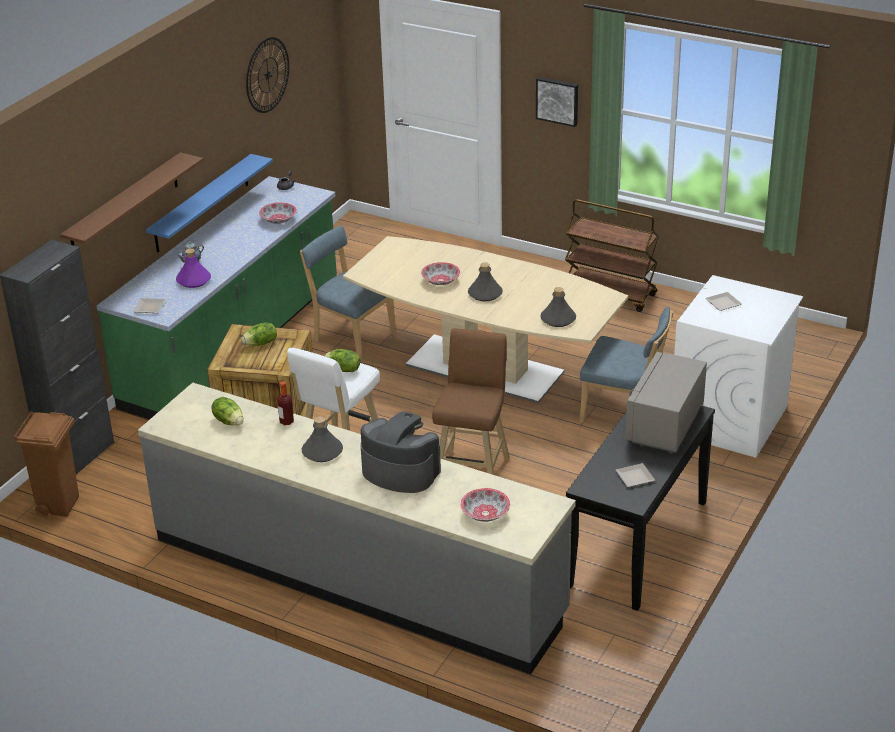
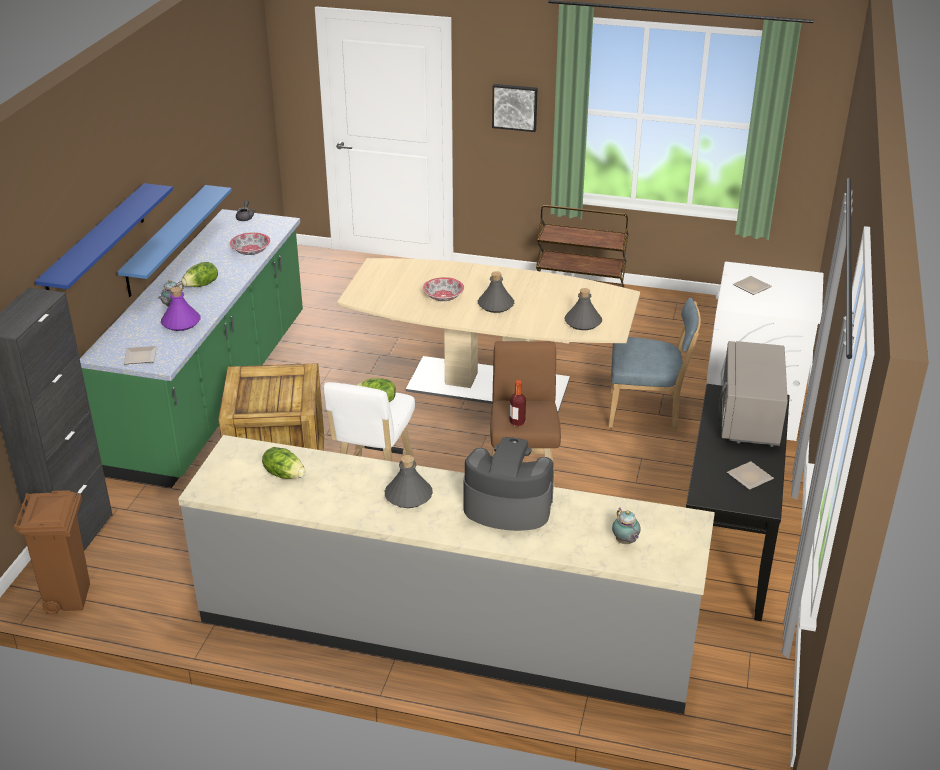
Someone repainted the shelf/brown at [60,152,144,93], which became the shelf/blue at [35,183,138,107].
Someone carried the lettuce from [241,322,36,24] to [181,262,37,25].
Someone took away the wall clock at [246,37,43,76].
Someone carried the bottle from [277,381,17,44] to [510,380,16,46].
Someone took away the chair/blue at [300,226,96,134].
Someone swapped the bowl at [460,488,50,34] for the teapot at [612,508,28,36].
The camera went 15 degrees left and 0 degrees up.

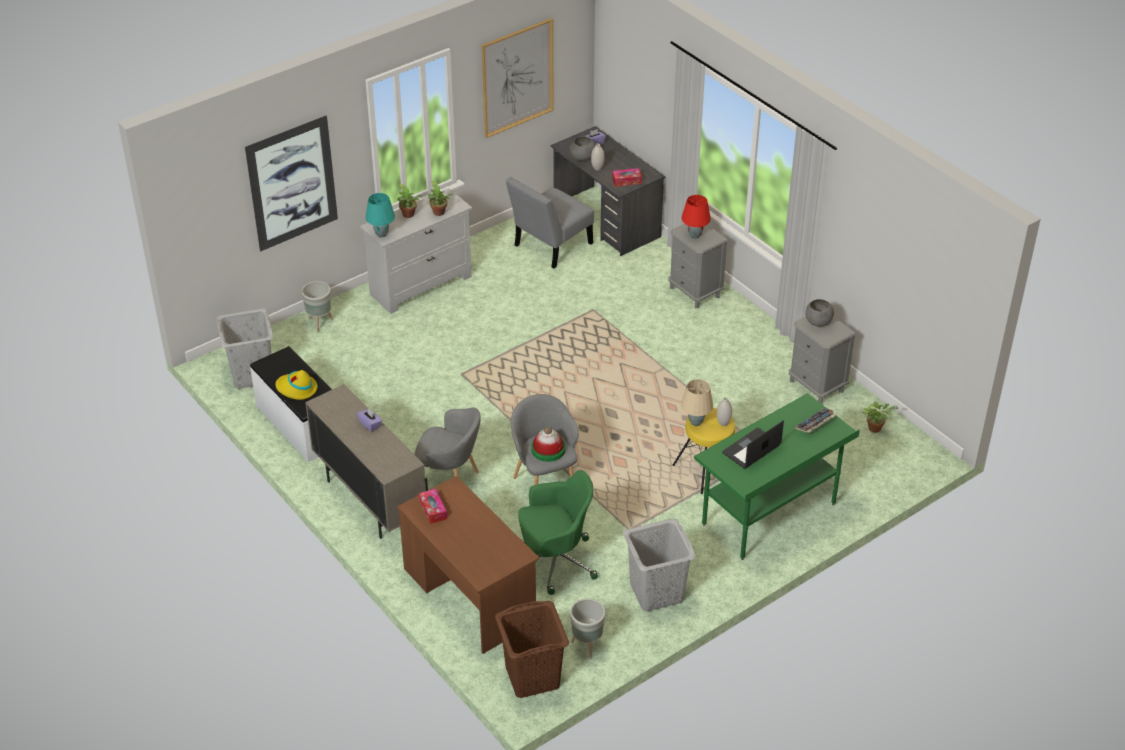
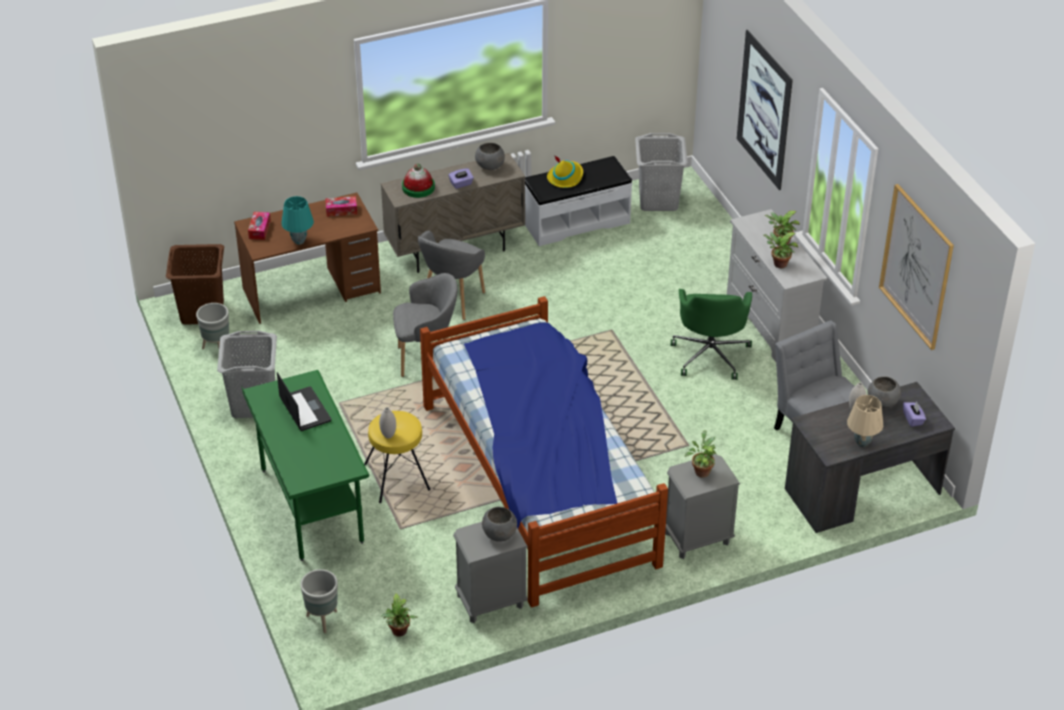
Someone carried the planter/grey from [301,281,32,51] to [300,569,38,64].
Someone carried the table lamp/turquoise from [366,193,29,45] to [281,196,33,49].
Someone carried the office chair/green from [518,470,80,125] to [671,289,81,91].
Someone carried the hat from [531,427,34,35] to [402,163,33,35].
Someone carried the tissue box from [612,168,30,19] to [248,212,23,28].
Someone carried the table lamp/beige from [681,379,32,47] to [847,395,36,52].
Someone swapped the table lamp/red at [682,195,29,44] for the potted plant at [685,430,32,48].
Someone took away the keyboard at [795,408,43,25].
Someone put down the bed at [420,296,248,312].
Someone put down the bowl/grey at [475,143,30,27].
The camera went 105 degrees right and 0 degrees up.

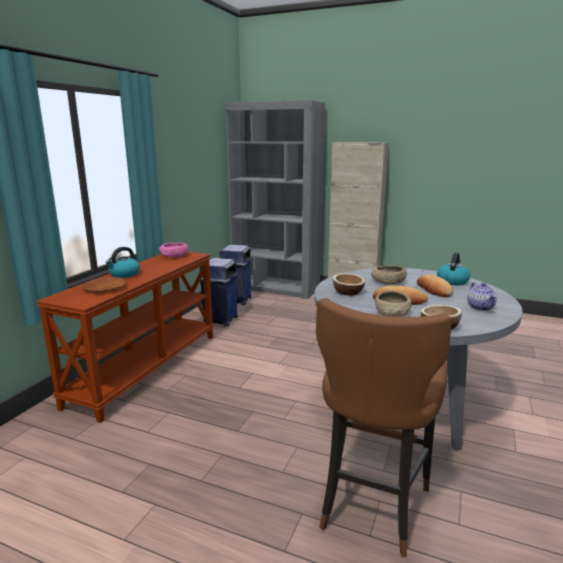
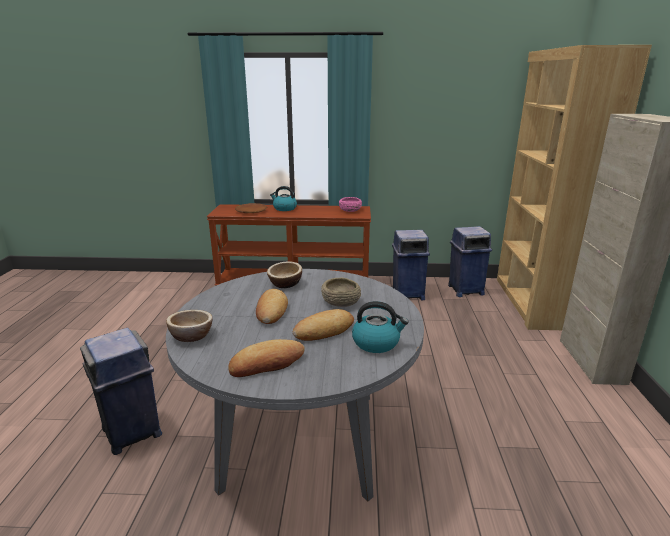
Someone repainted the bookcase/grey at [225,100,100,199], which became the bookcase/brown at [497,45,155,285].
Someone swapped the stool/brown at [316,298,135,259] for the trash can/blue at [80,328,82,127].
Someone took away the bowl/beige at [375,291,37,26].
Someone swapped the teapot at [467,282,30,29] for the bread at [228,339,77,38].
The camera went 70 degrees right and 5 degrees up.

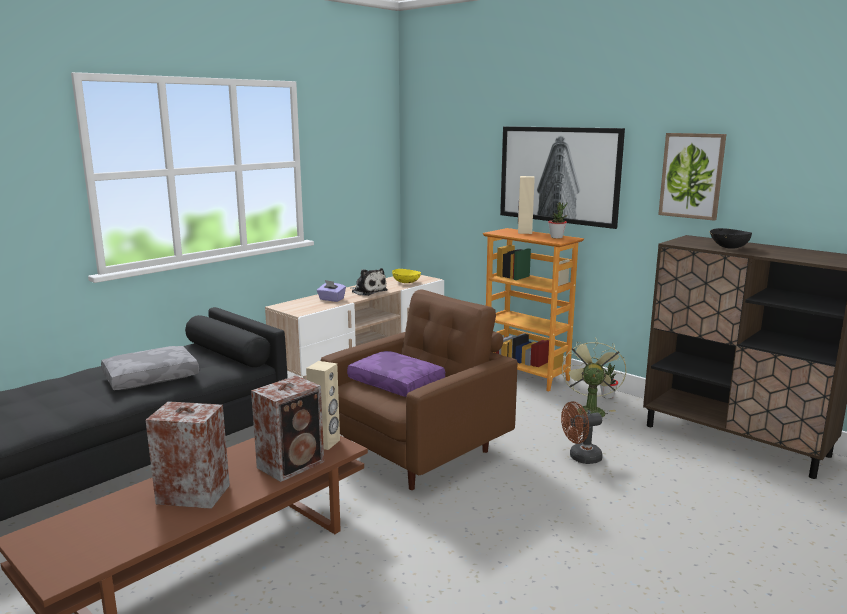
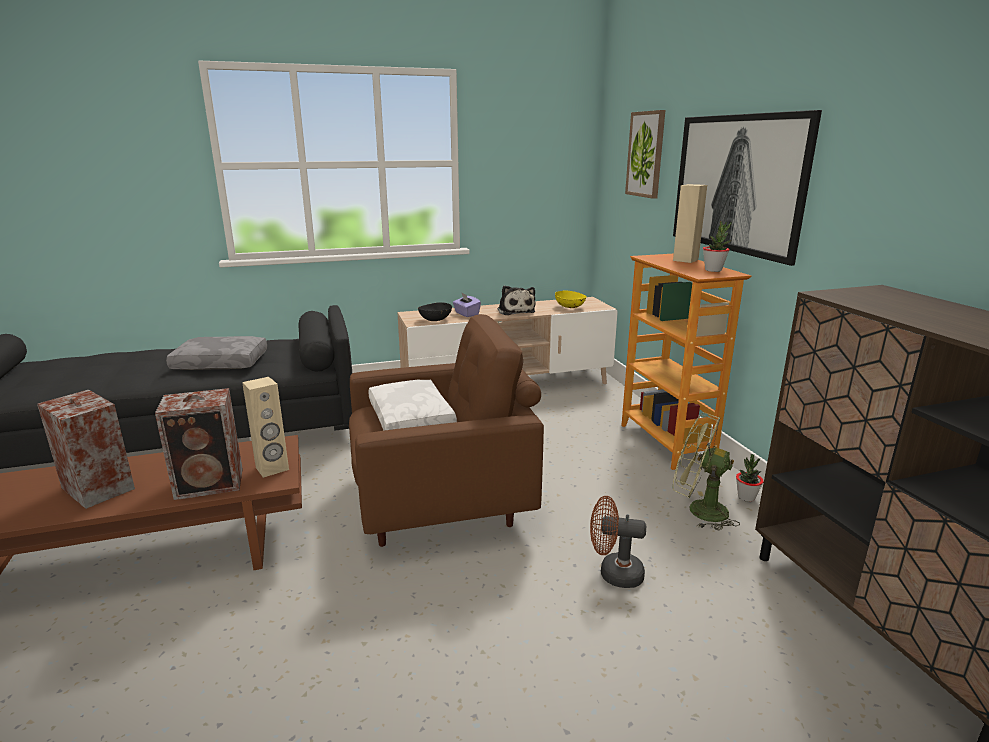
Someone repainted the pillow/purple at [347,351,98,46], which became the pillow/white at [368,380,89,51].
Someone rotated the fan/green at [562,338,64,79] by 105 degrees counterclockwise.
Someone carried the picture from [658,133,68,88] to [625,110,40,89].
Someone carried the bowl/black from [709,228,43,21] to [418,302,34,19].
The camera went 30 degrees right and 5 degrees up.

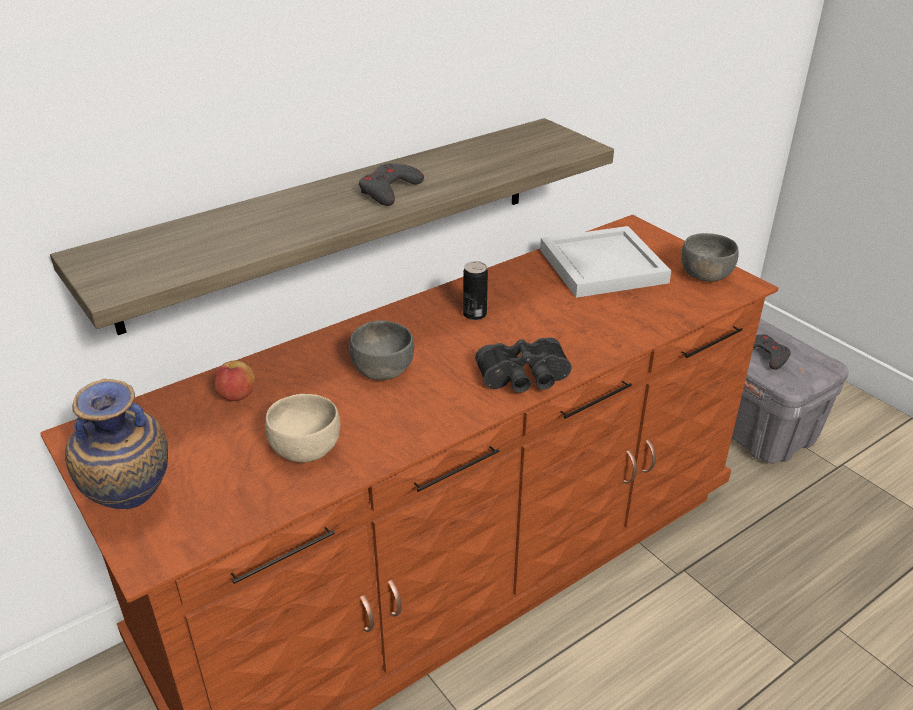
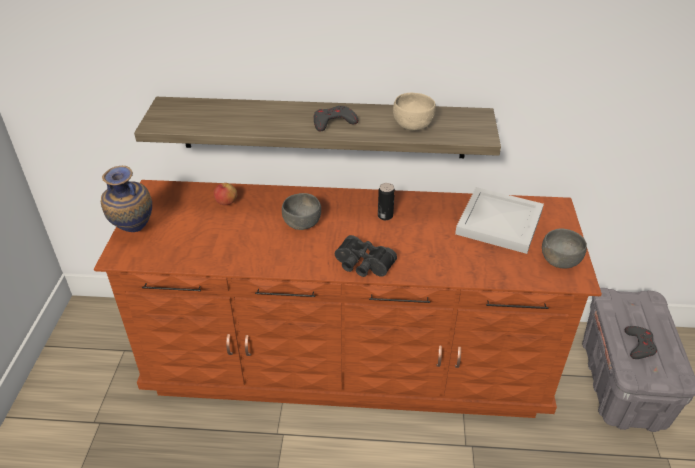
Someone carried the bowl/beige from [265,394,75,68] to [393,93,43,38].
The camera went 40 degrees right and 5 degrees up.

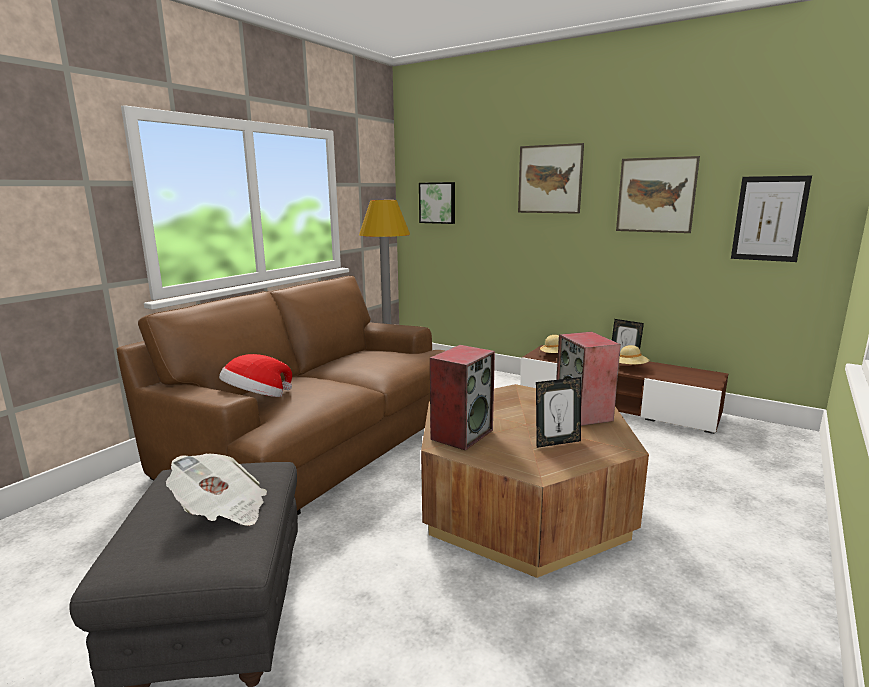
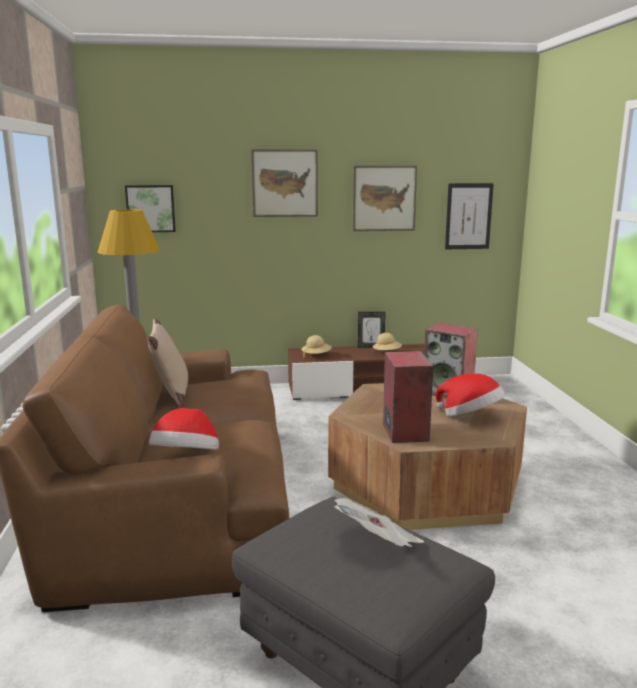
Someone swapped the picture frame at [536,377,45,71] for the hat at [435,373,70,43].
Someone put down the pillow/beige at [147,318,41,88].
The camera went 40 degrees left and 0 degrees up.

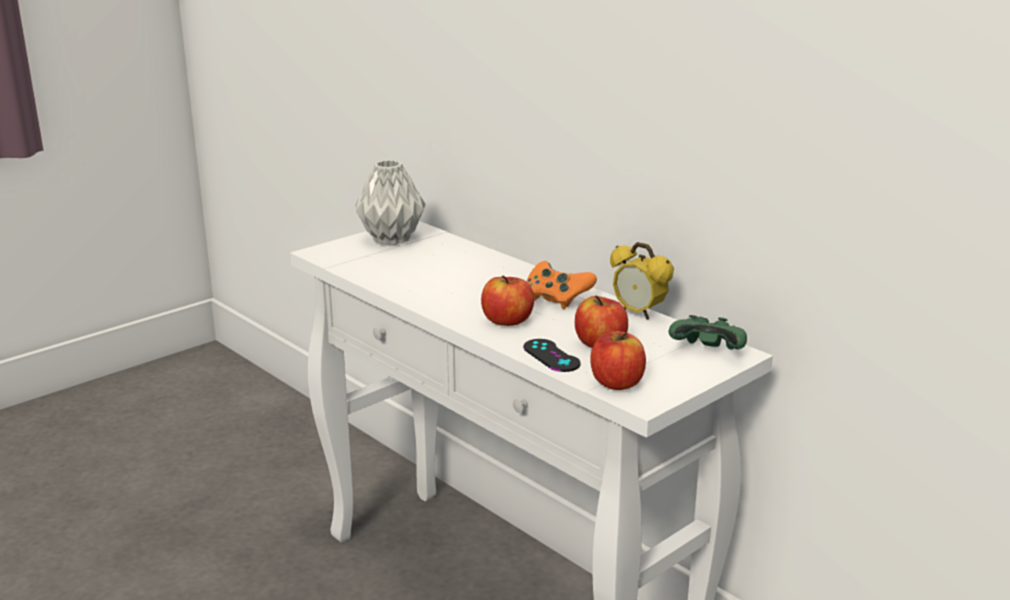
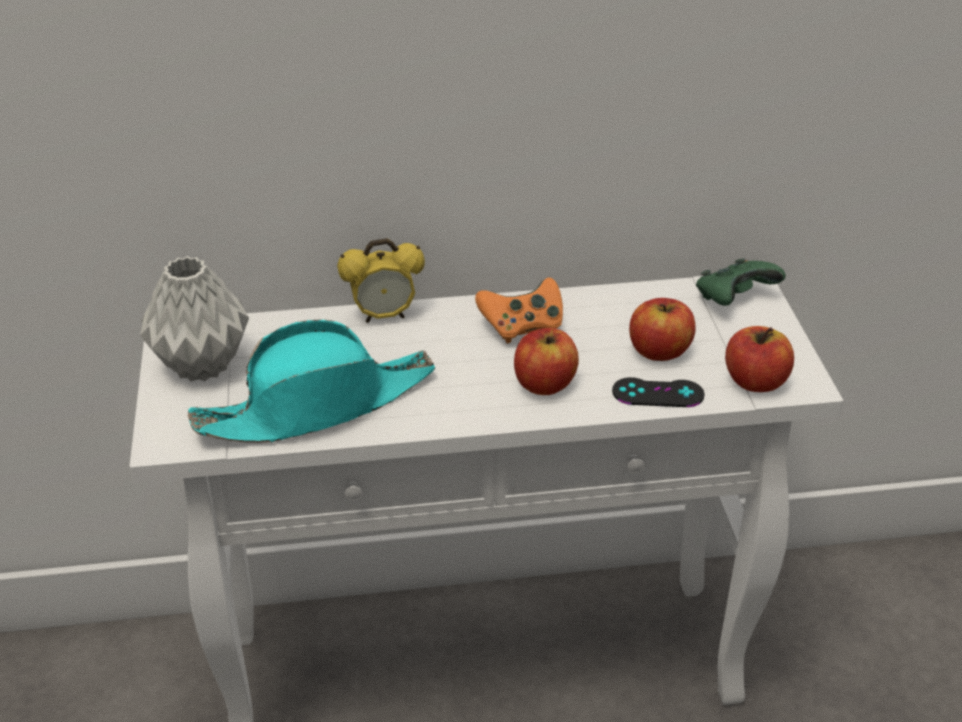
Someone carried the alarm clock from [610,242,64,78] to [337,238,88,85].
Someone put down the hat/turquoise at [188,320,248,123].
The camera went 55 degrees left and 15 degrees up.

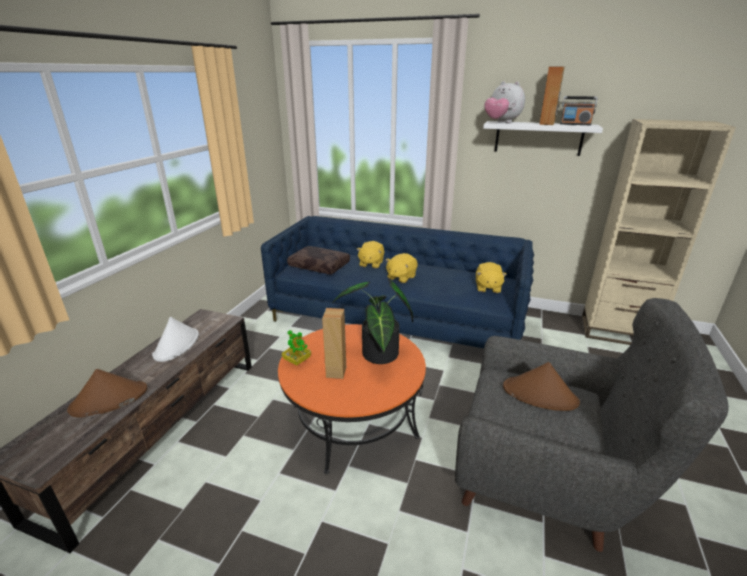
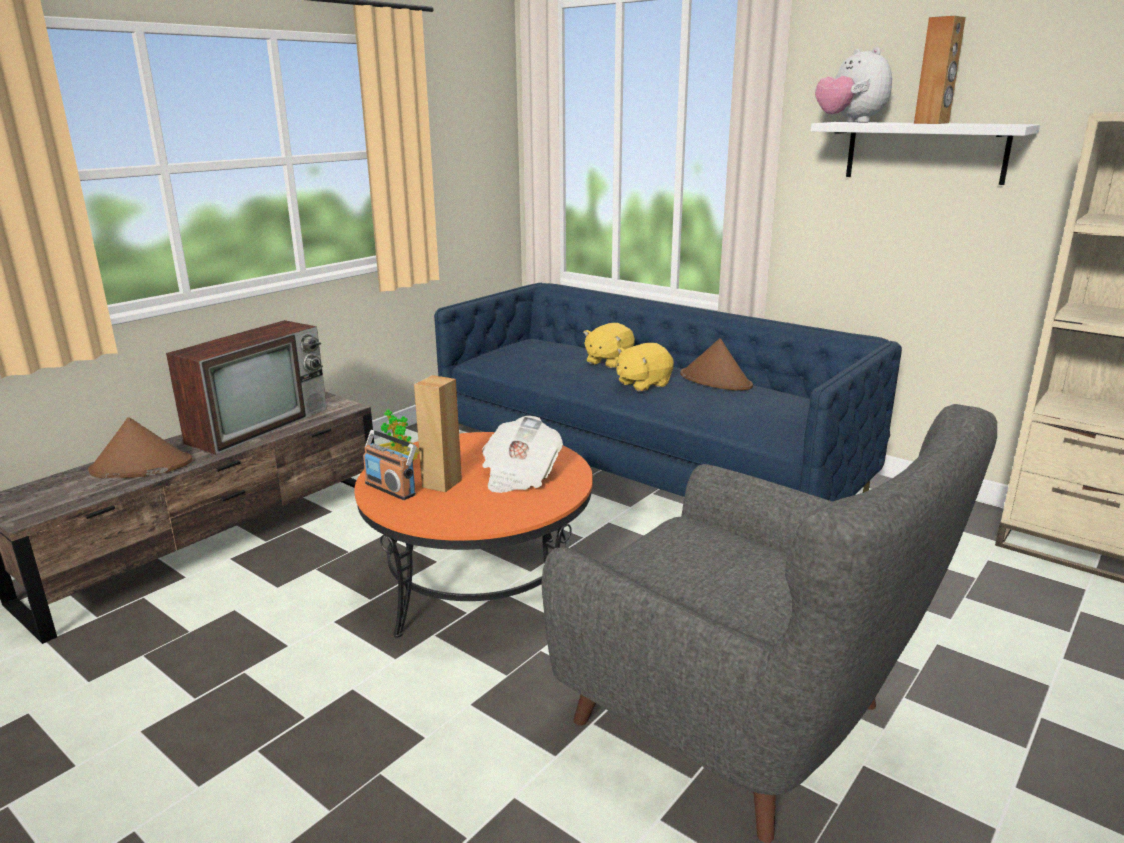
Someone swapped the hat/white at [152,317,47,45] for the television at [166,320,161,135].
Someone took away the pillow/brown at [287,246,63,28].
Someone swapped the potted plant at [332,279,81,85] for the newspaper at [482,416,81,77].
Someone took away the plush toy/yellow at [476,262,31,31].
Someone carried the hat/brown from [503,362,77,49] to [680,338,73,53].
Someone carried the radio from [560,96,38,29] to [363,430,54,70].
The camera went 20 degrees right and 5 degrees down.

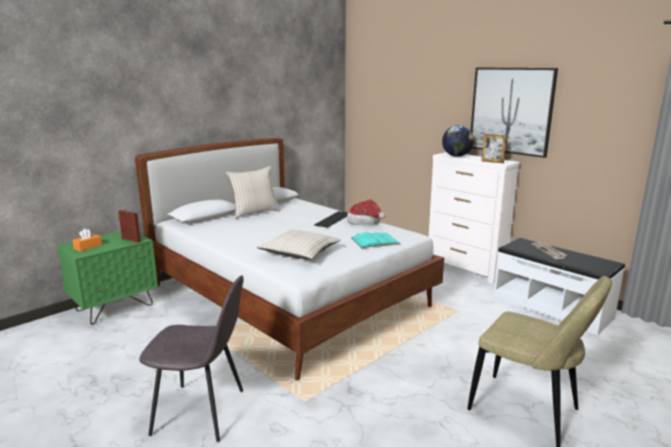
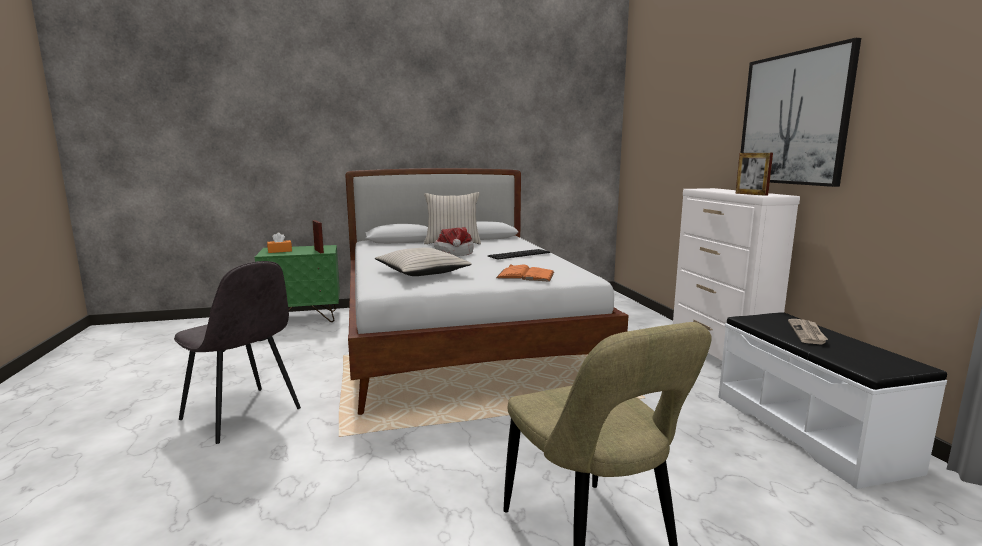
Someone carried the hat from [347,199,38,26] to [435,227,38,29].
Someone repainted the book/turquoise at [351,232,49,16], which became the book/orange at [496,264,58,18].
Someone took away the globe at [442,125,32,32].
The camera went 30 degrees right and 5 degrees down.

